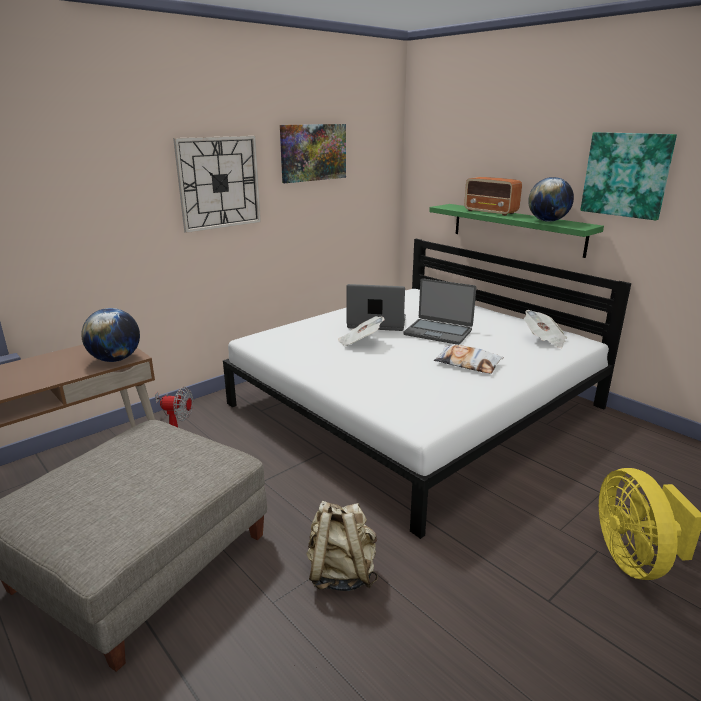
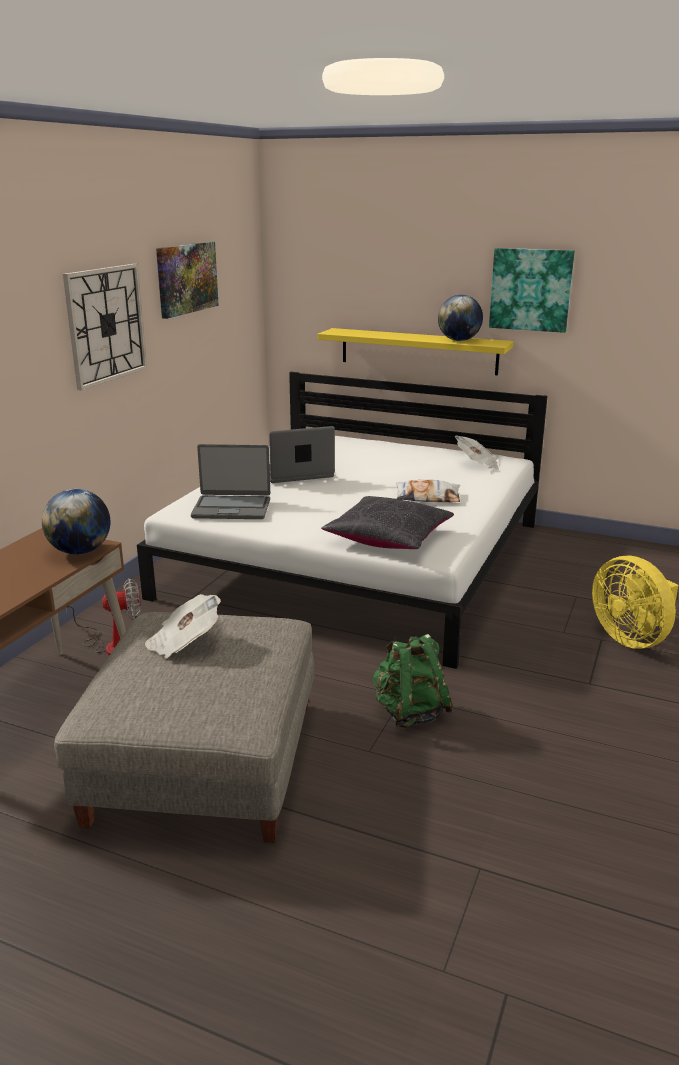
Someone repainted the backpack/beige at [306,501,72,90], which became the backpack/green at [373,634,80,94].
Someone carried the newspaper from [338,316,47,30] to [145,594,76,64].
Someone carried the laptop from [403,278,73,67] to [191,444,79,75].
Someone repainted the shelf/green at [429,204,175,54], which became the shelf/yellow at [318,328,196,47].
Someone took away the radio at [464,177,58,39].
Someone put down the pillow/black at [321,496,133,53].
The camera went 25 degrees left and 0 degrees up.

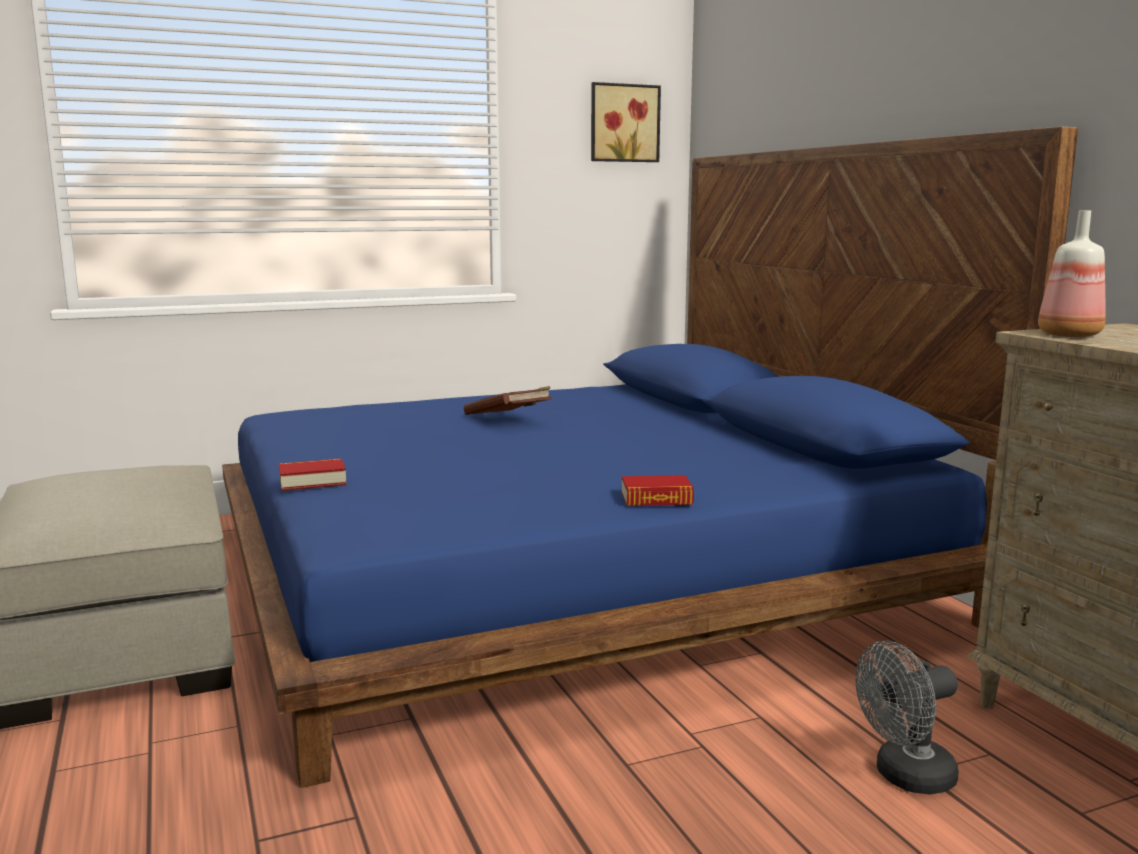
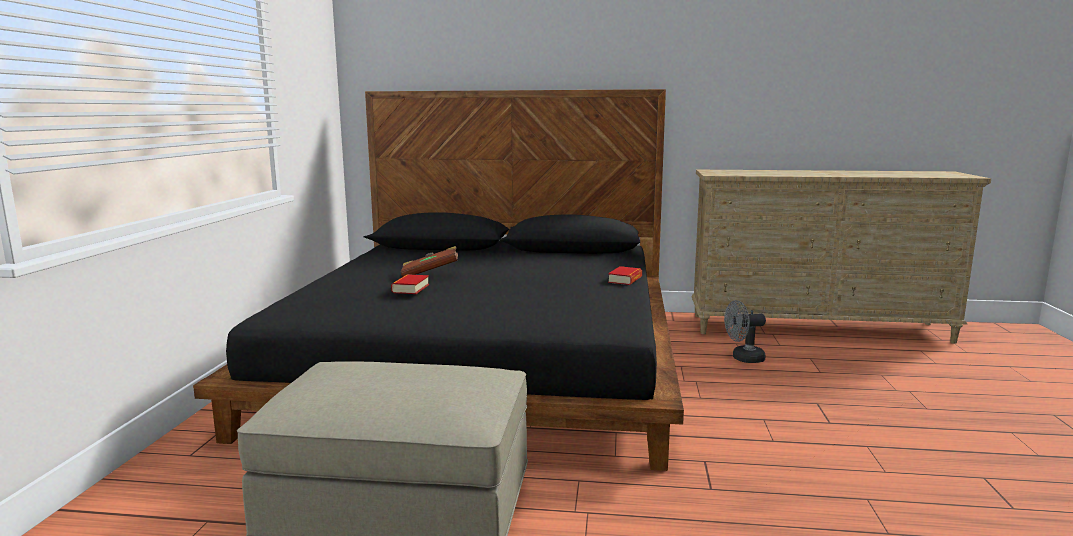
Someone repainted the bed/blue at [222,127,856,661], which became the bed/black at [193,89,491,382].
Someone carried the book from [279,459,68,32] to [391,274,38,20].
Someone took away the picture at [591,82,70,80].
Someone rotated the fan/grey at [856,641,103,154] by 75 degrees clockwise.
Someone took away the bottle at [1038,210,68,127].
The camera went 60 degrees left and 0 degrees up.

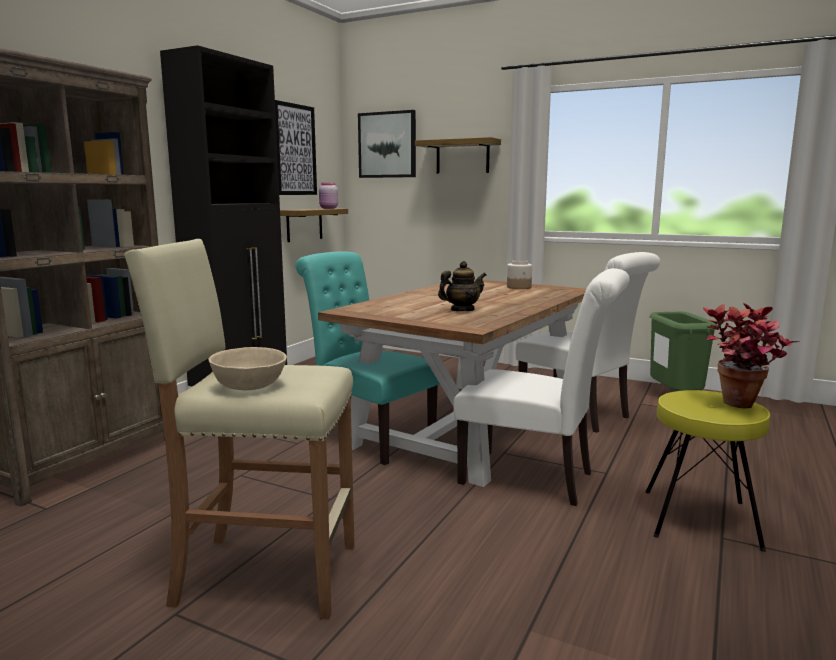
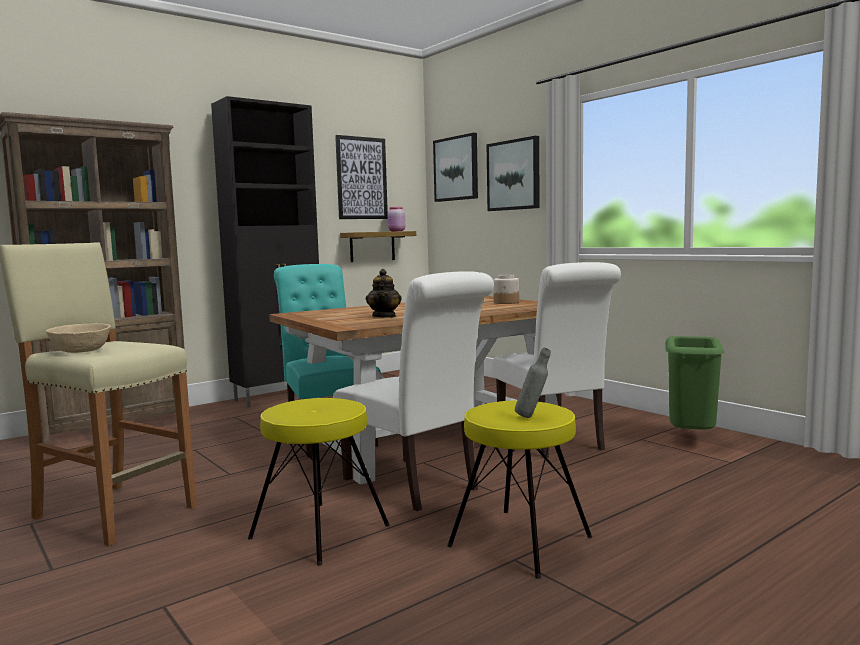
Someone swapped the shelf at [415,137,86,37] for the picture at [487,136,53,75].
Someone rotated the teapot at [438,261,48,50] by 90 degrees clockwise.
Someone swapped the potted plant at [703,303,96,106] for the bottle/grey at [515,348,36,70].
Someone put down the stool/yellow at [248,398,142,168].
The camera went 25 degrees right and 5 degrees down.

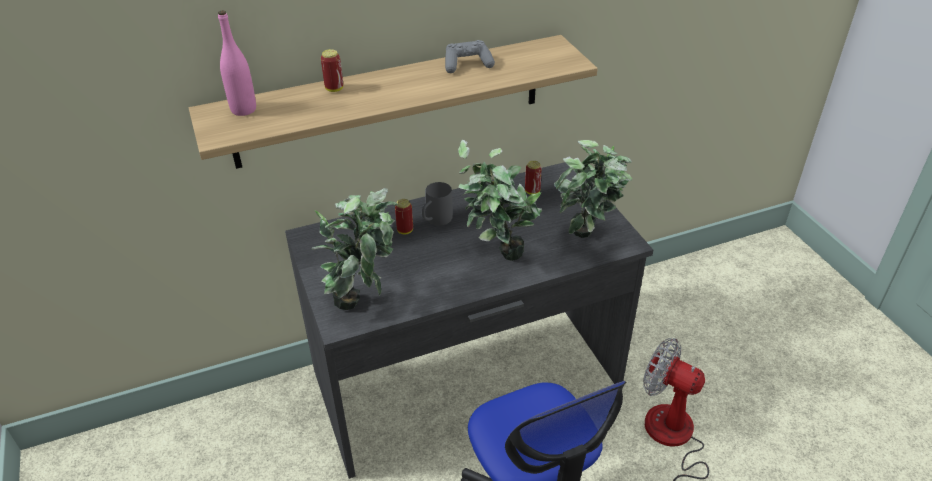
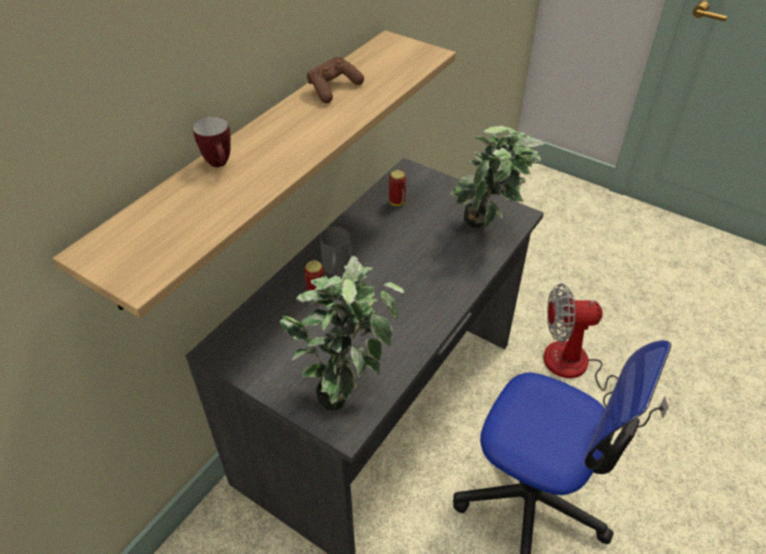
Someone took away the bottle/pink at [218,10,38,106].
Someone swapped the can at [321,49,22,43] for the mug at [193,117,38,50].
Someone repainted the game controller/grey at [445,40,50,33], which became the game controller/brown at [307,57,57,46].
Someone took away the potted plant at [458,140,84,121].
The camera went 35 degrees left and 5 degrees up.

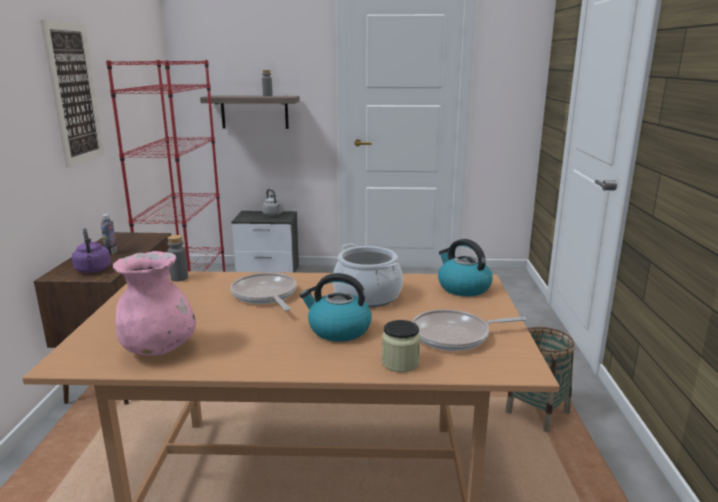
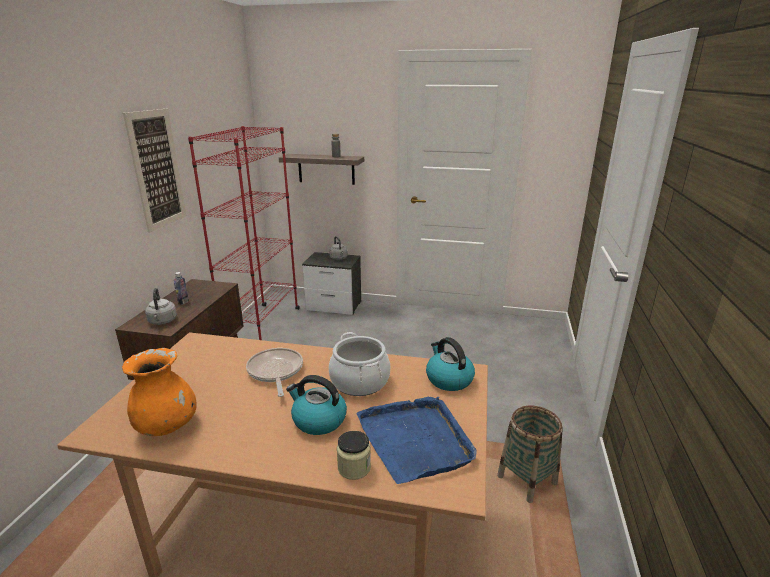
Someone repainted the kettle/purple at [72,228,39,45], which became the kettle/grey at [145,288,32,37].
Someone repainted the vase/pink at [113,251,83,105], which became the vase/orange at [122,348,75,88].
Someone took away the bottle/grey at [167,235,21,46].
Someone swapped the frying pan at [412,309,114,42] for the tray/blue at [357,397,120,87].
The camera went 10 degrees right and 5 degrees up.

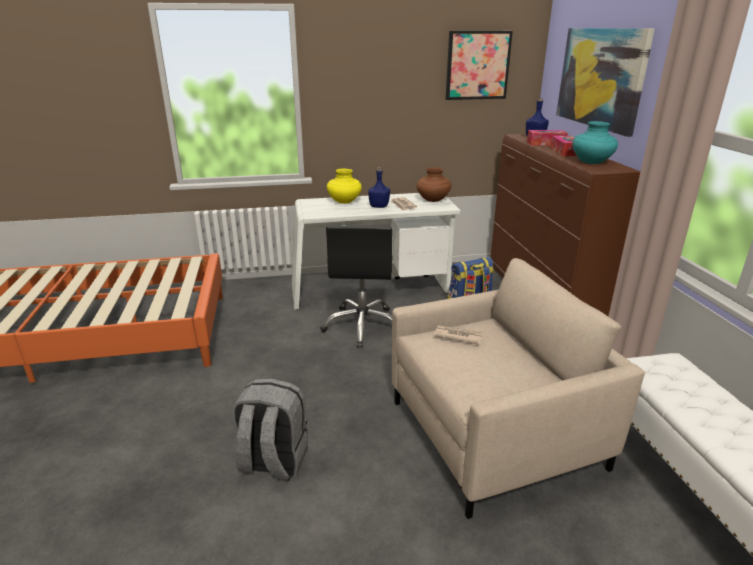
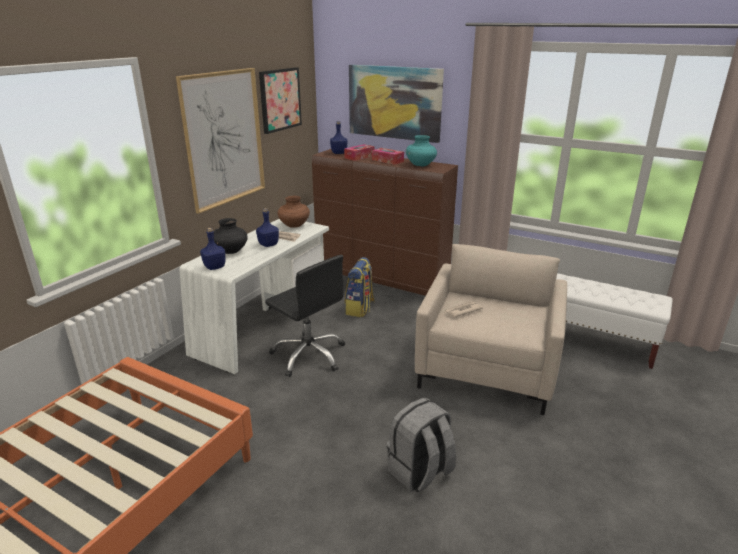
Someone repainted the vase/yellow at [327,169,35,35], which became the vase/black at [214,218,34,36].
Someone put up the picture at [176,68,89,146].
Someone put down the bottle/blue at [200,228,26,42].
The camera went 50 degrees left and 0 degrees up.

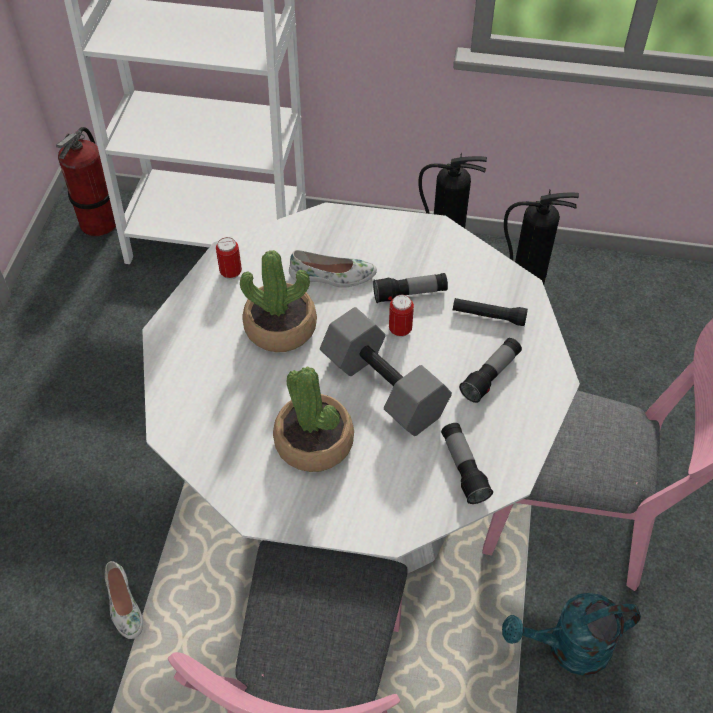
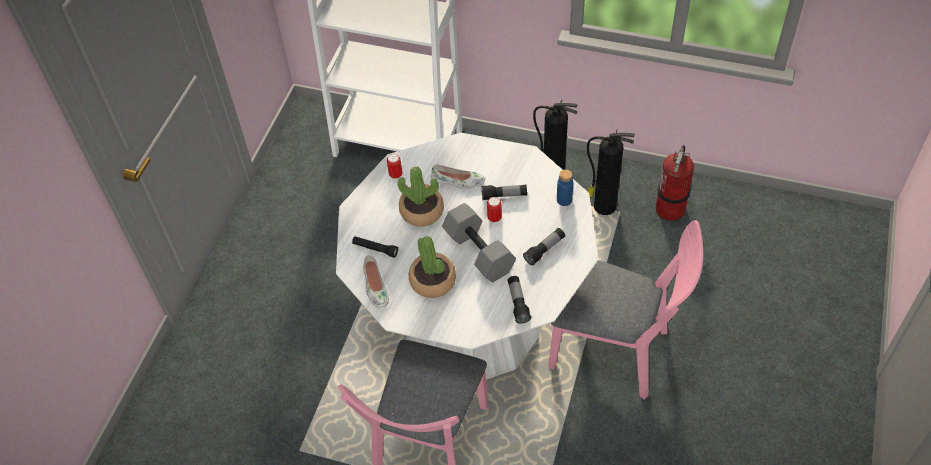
Someone carried the fire extinguisher from [56,127,60,109] to [656,145,38,76].
Someone carried the shoe/white from [105,561,38,78] to [363,255,26,53].
Someone carried the flashlight/black from [453,298,75,28] to [352,236,46,22].
Someone took away the watering can/turquoise at [502,593,139,83].
Someone put down the bottle/blue at [557,170,16,36].
The camera went 10 degrees right and 0 degrees up.

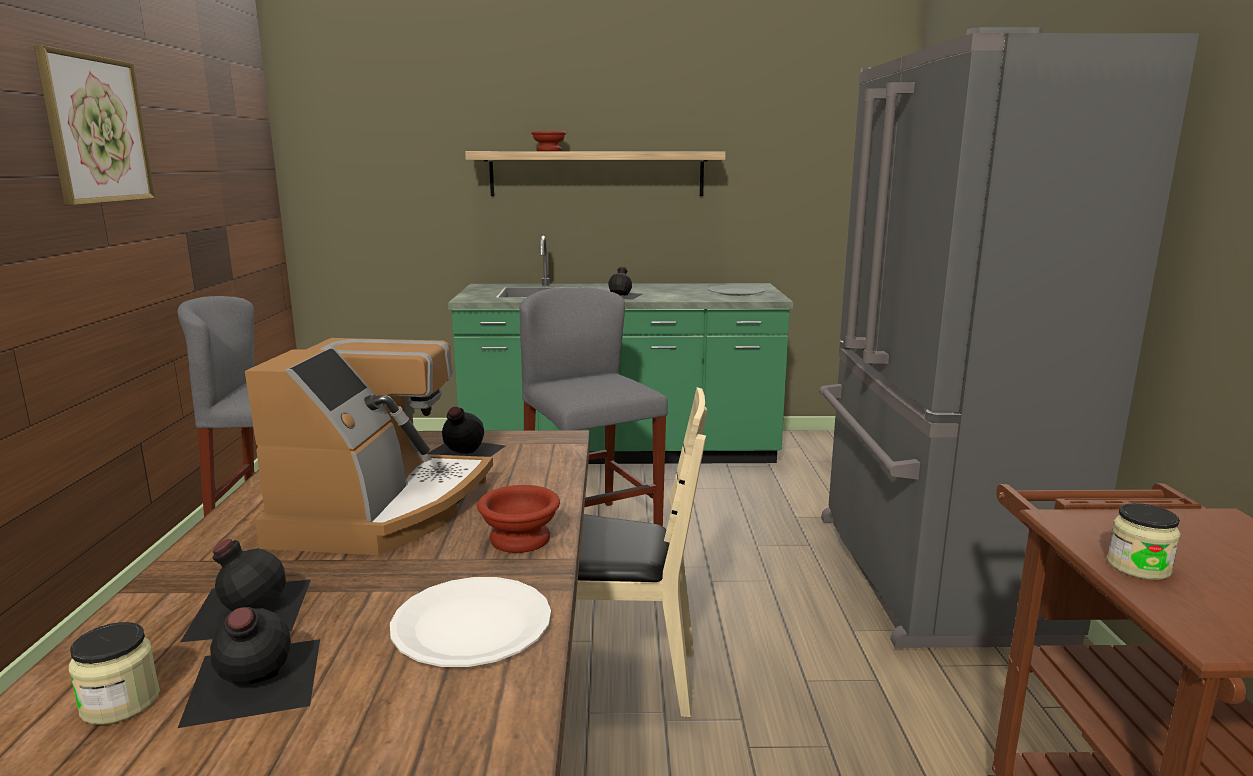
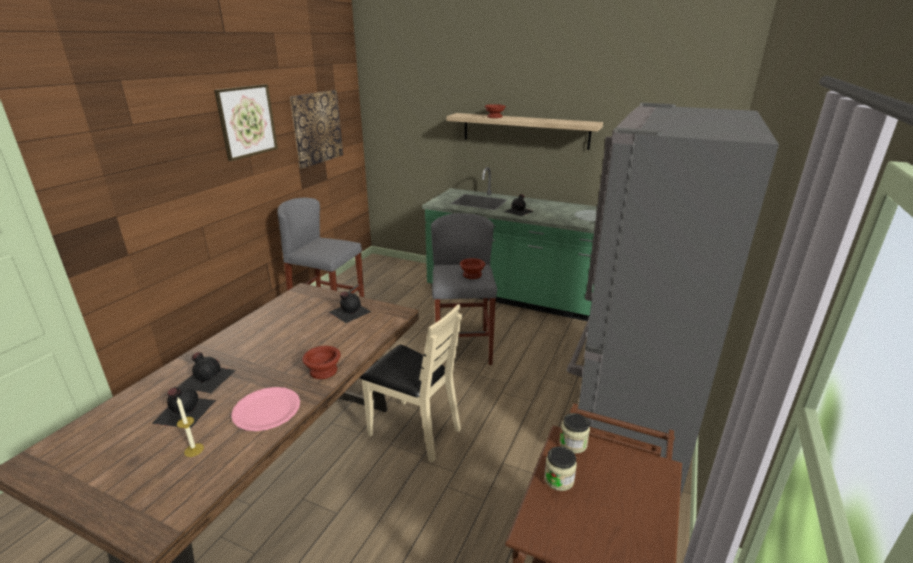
Someone carried the jar from [69,622,91,103] to [560,413,30,40].
Someone took away the coffee machine at [245,338,248,217].
Someone repainted the plate/white at [390,577,161,90], which became the plate/pink at [231,387,69,44].
Someone put down the candle at [177,398,27,59].
Someone put up the picture at [290,90,53,78].
Someone put down the bowl/brown at [460,258,25,21].
The camera went 25 degrees right and 10 degrees up.

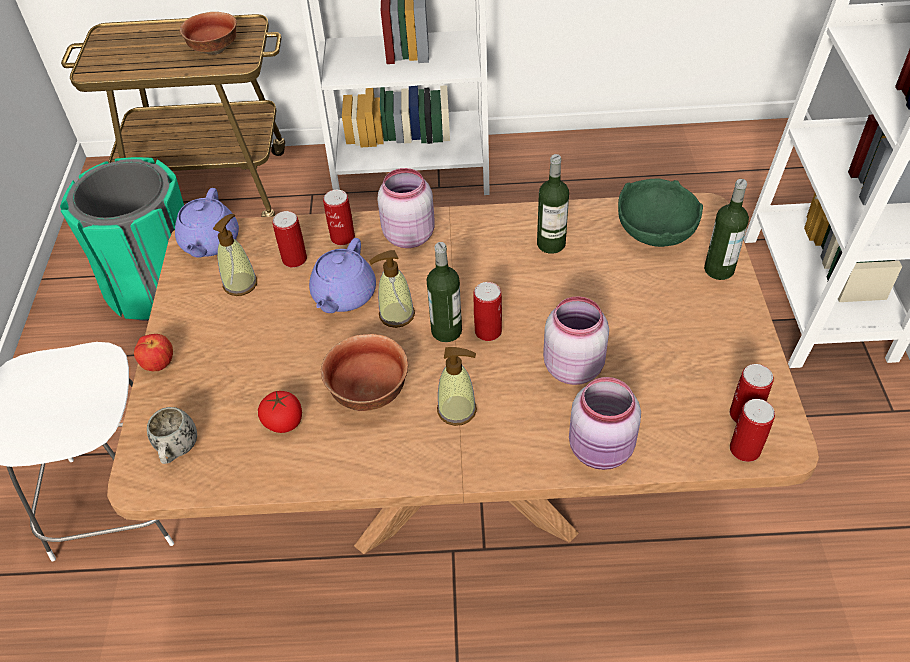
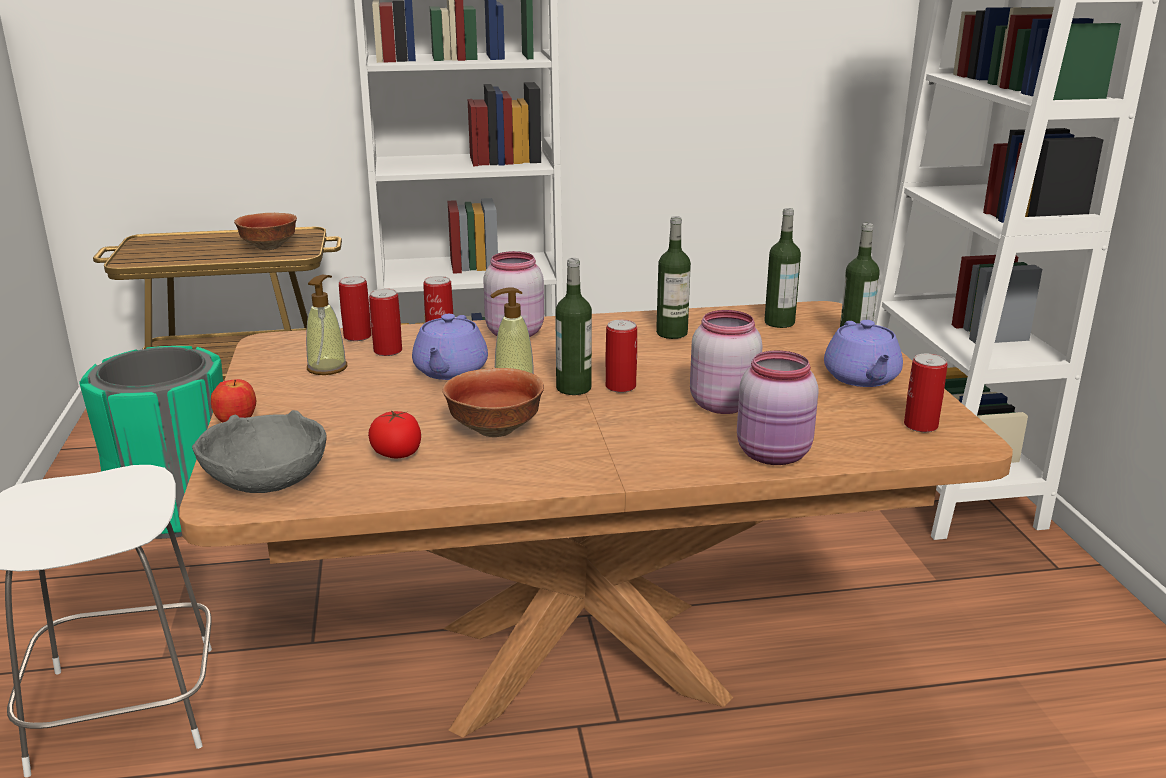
Someone swapped the mug/white at [147,407,50,57] for the bowl/grey at [192,410,134,83].
Someone carried the teapot/purple from [175,188,64,70] to [824,320,79,67].
Someone took away the soap dispenser at [437,347,40,79].
Someone swapped the bowl/green at [618,178,85,69] for the bottle at [764,208,37,120].
Someone carried the can from [730,399,45,63] to [339,276,32,65].
The camera went 10 degrees left and 25 degrees down.

